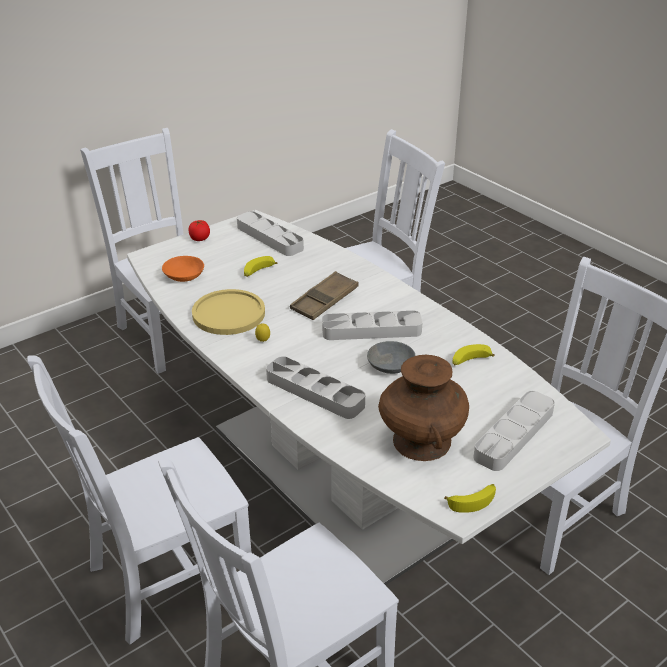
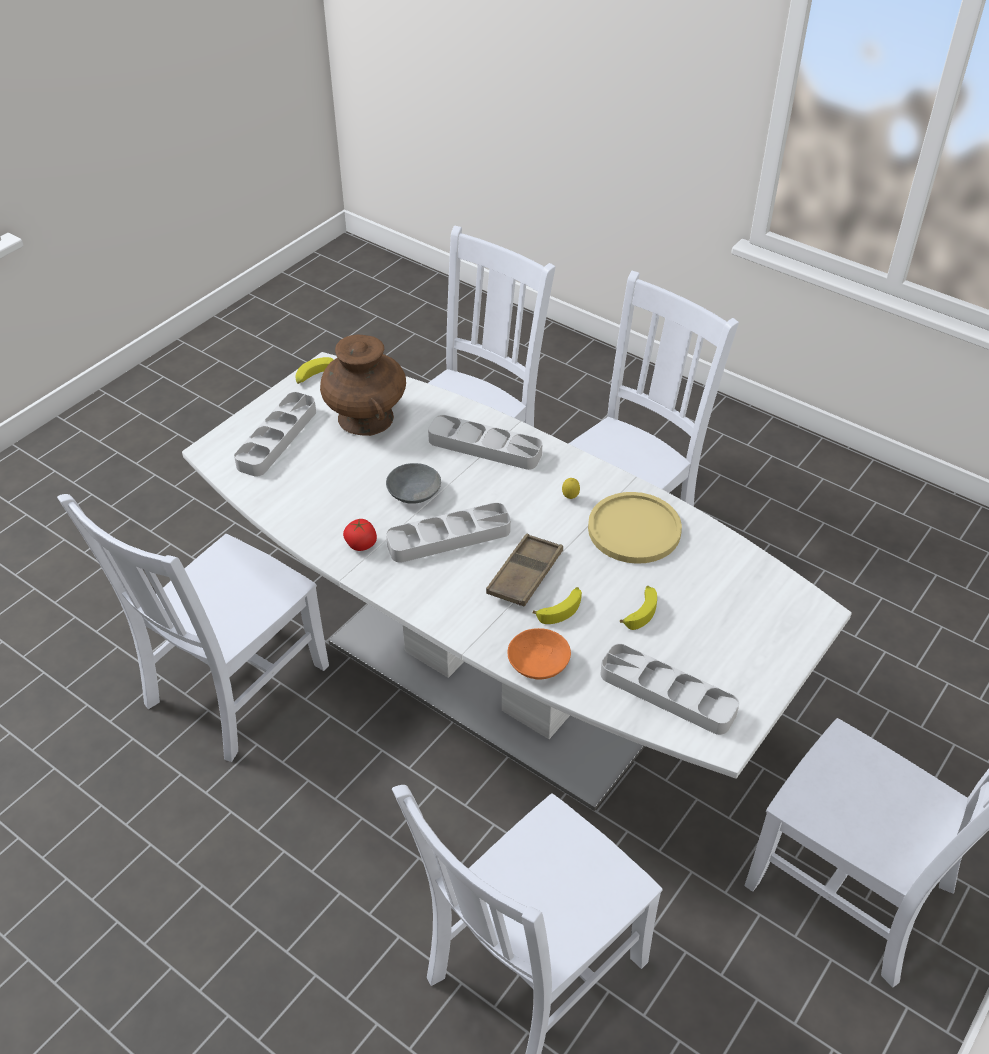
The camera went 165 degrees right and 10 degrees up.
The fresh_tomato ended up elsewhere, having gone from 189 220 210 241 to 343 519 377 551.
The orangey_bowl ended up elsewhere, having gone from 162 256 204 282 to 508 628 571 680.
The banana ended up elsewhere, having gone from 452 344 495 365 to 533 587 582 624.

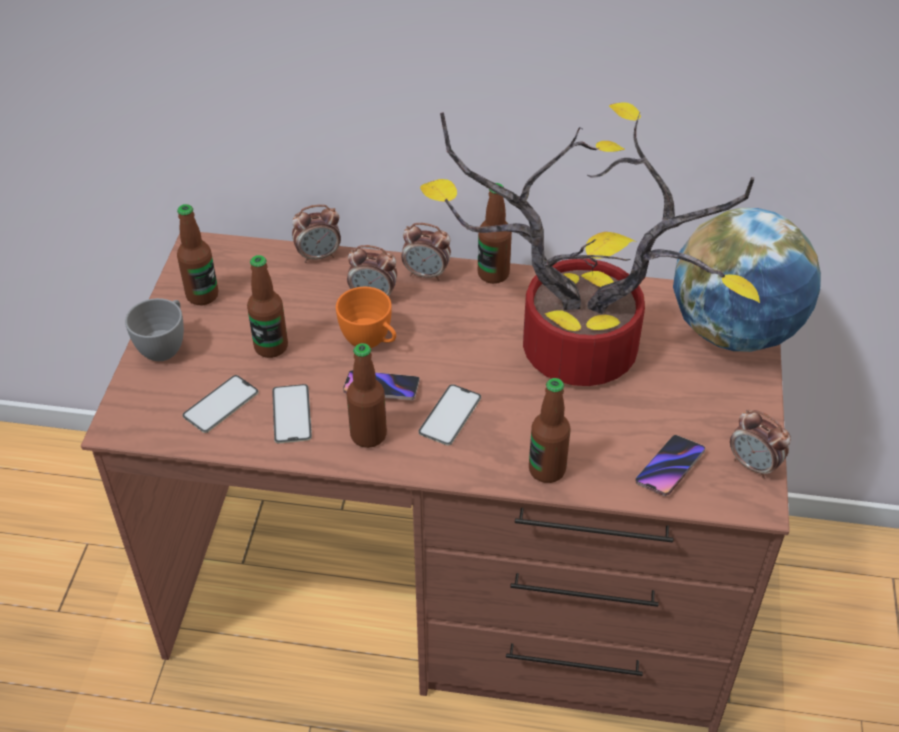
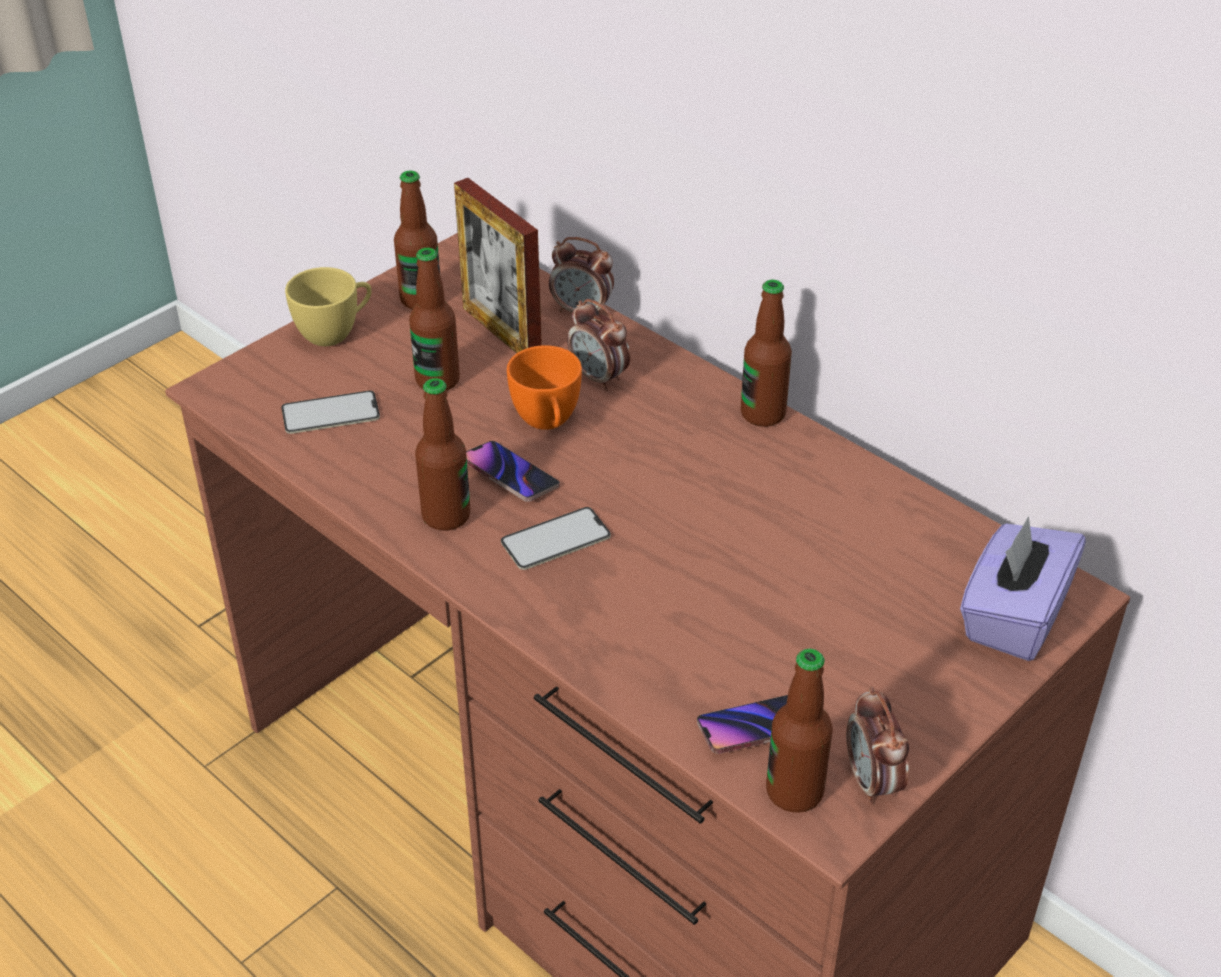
The camera went 35 degrees right and 5 degrees down.
What was the gray_cup at 125 298 184 361 turned into the yellow-coloured_cup at 285 267 372 346.
The second view gained the picture_frame at 454 178 542 353.
The beverage_bottle ended up elsewhere, having gone from 529 378 571 483 to 766 649 833 813.
Where the globe stood at 673 208 821 352, the purplish_tissue_holder came to stand at 960 516 1086 661.
The second view lost the telephone at 272 384 312 443.
The second view lost the alarm_clock at 401 223 451 281.
The second view lost the houseplant at 420 102 760 386.

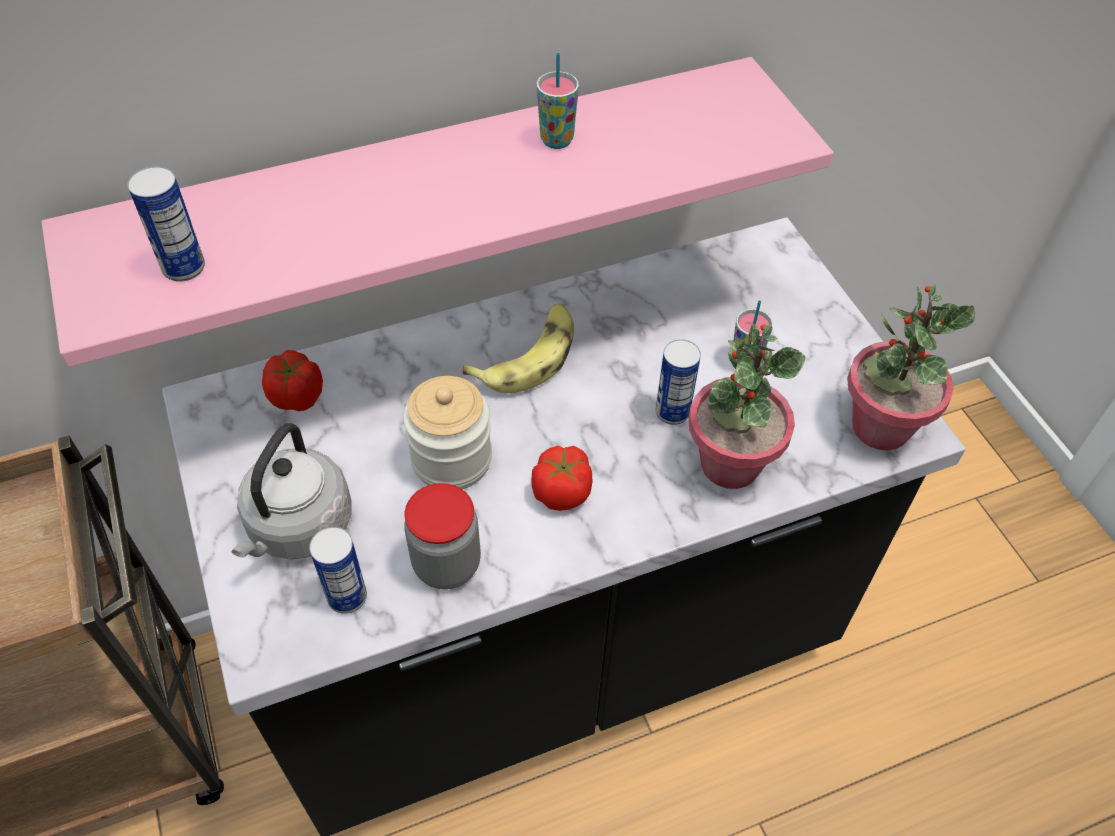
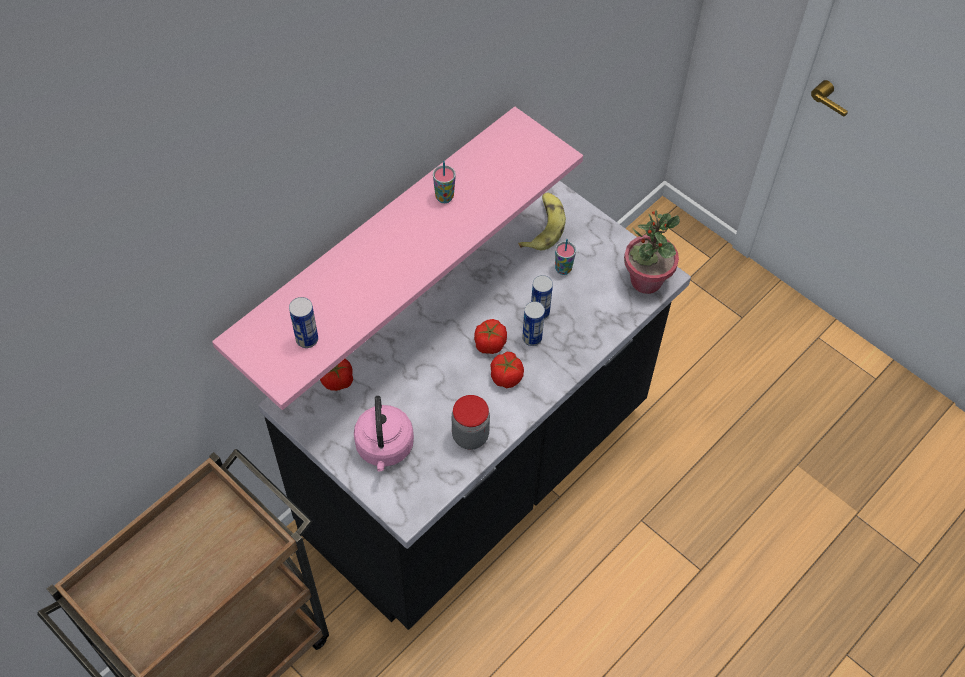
The camera went 25 degrees left and 5 degrees up.
What was the gray_kettle at 232 423 352 559 turned into the pinkish_kettle at 354 396 414 471.
The second view gained the fresh_tomato at 474 319 507 354.
The banana ended up elsewhere, having gone from 463 304 574 393 to 518 193 566 250.
The sealed_can ended up elsewhere, having gone from 309 527 367 614 to 522 301 545 346.
The second view lost the jar at 403 376 492 489.
The second view lost the houseplant at 689 323 805 489.

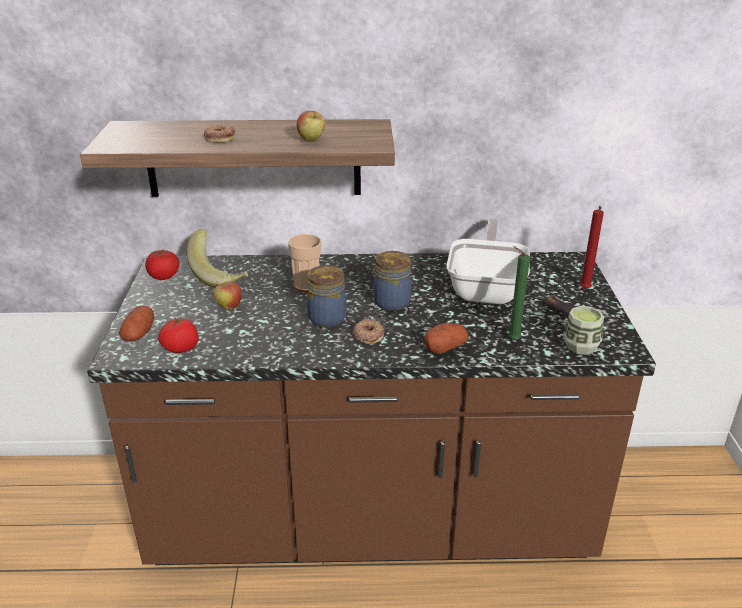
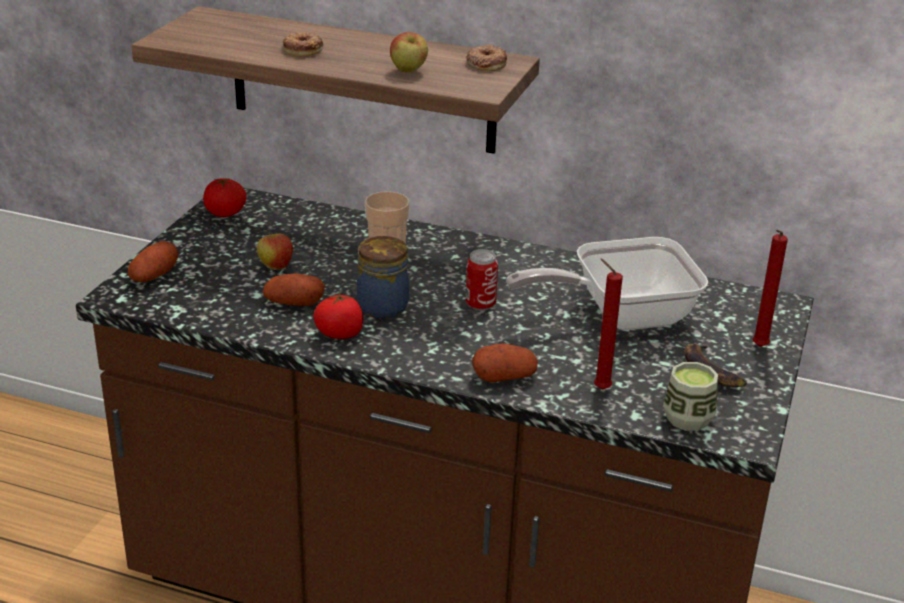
The camera went 20 degrees right and 0 degrees up.
The second view gained the whole_potato at 263 273 325 306.
The fresh_tomato ended up elsewhere, having gone from 158 317 199 353 to 313 292 363 339.
The ring_doughnut ended up elsewhere, having gone from 353 319 384 344 to 466 45 507 71.
Where the jar stood at 373 251 411 311, the sealed_can came to stand at 466 249 498 311.
The frying_pan at 446 218 530 304 ended up facing another way, 135 degrees counterclockwise from before.
What was the green_wax_candle at 508 246 530 340 turned into the reddish_wax_candle at 594 259 623 390.
The second view lost the banana at 187 229 248 288.

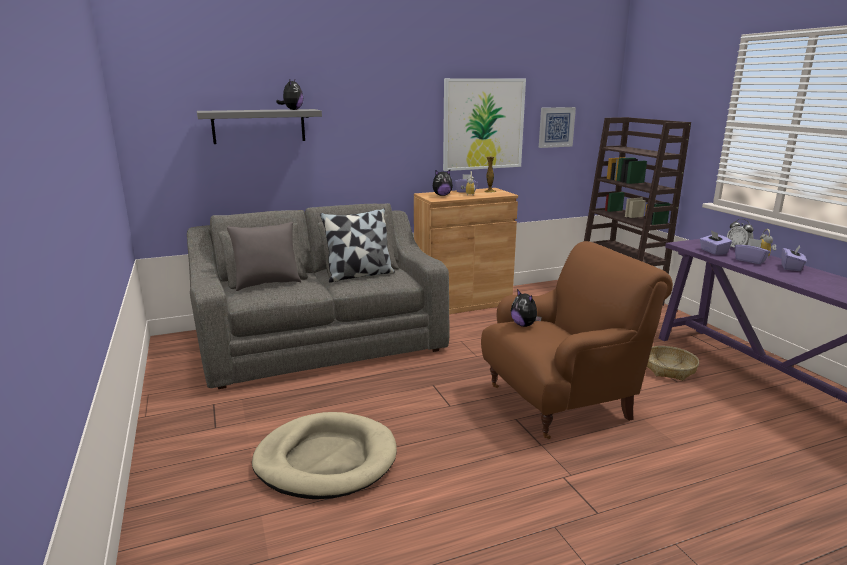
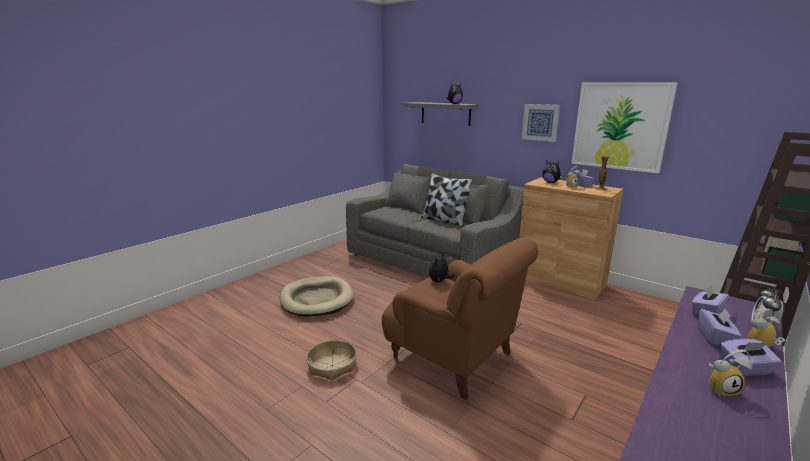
The camera went 60 degrees right and 0 degrees up.
The basket ended up elsewhere, having gone from 647 346 699 381 to 306 340 357 381.
The wall_picture ended up elsewhere, having gone from 539 107 576 148 to 522 104 560 142.
The second view gained the alarm_clock at 708 349 752 396.
The second view lost the gray_throw_pillow at 226 222 301 291.

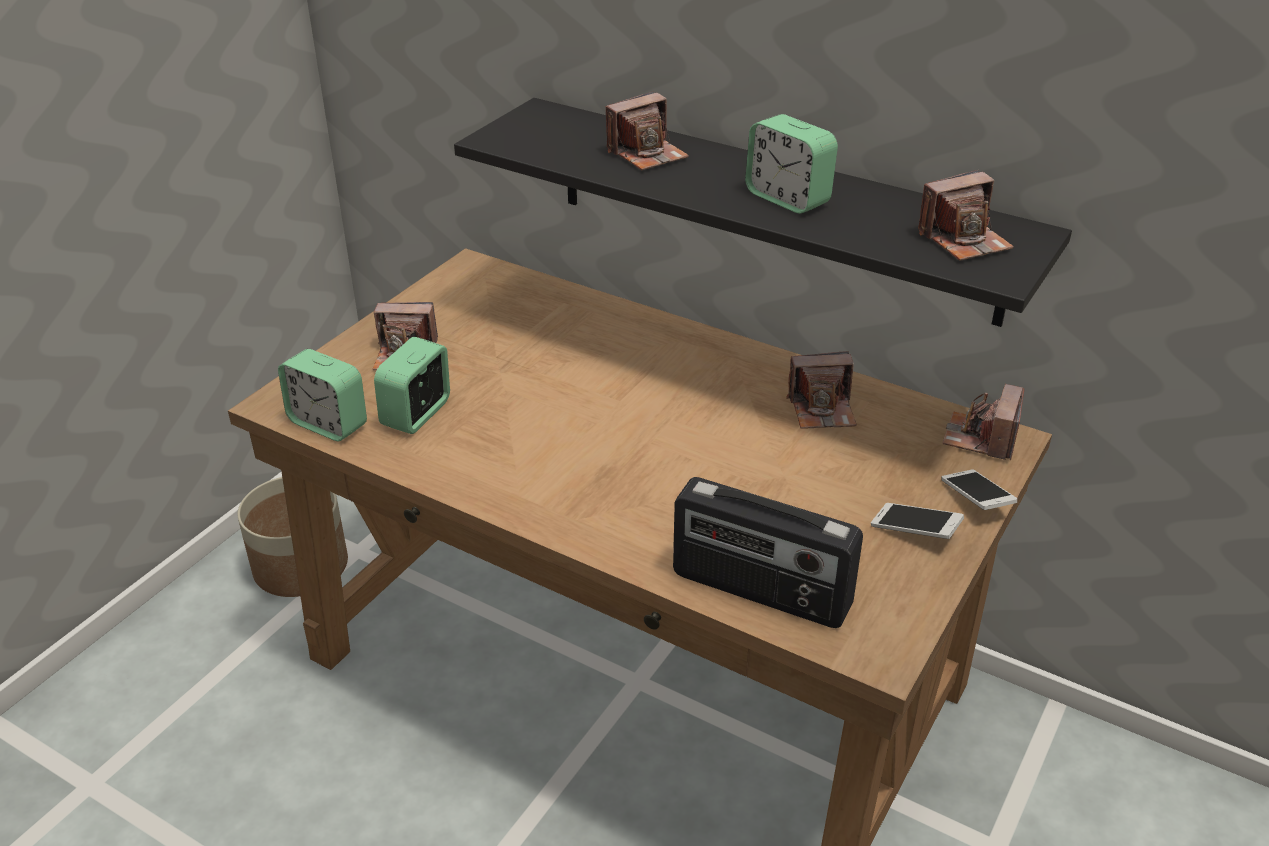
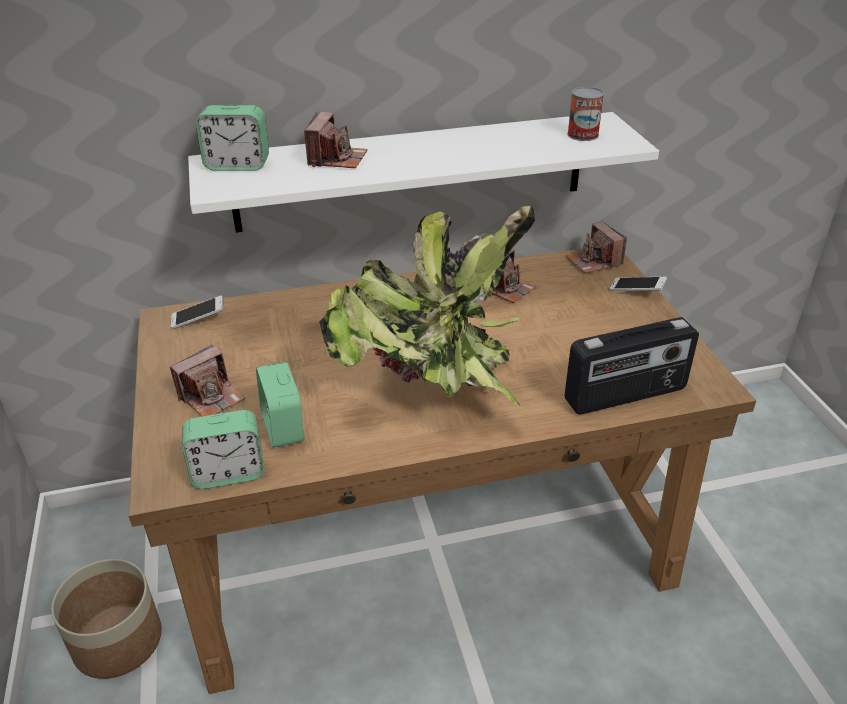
The camera went 45 degrees left and 0 degrees up.
The telephone ended up elsewhere, having gone from 871 503 964 539 to 171 295 223 329.
What was the black_shelf at 454 98 1072 327 turned into the white-coloured_shelf at 188 112 659 233.
The alarm_clock ended up elsewhere, having gone from 745 114 838 214 to 196 105 269 171.
The second view gained the houseplant at 319 206 535 407.
Where the still_camera stood at 918 170 1014 261, the sealed_can came to stand at 567 87 604 141.

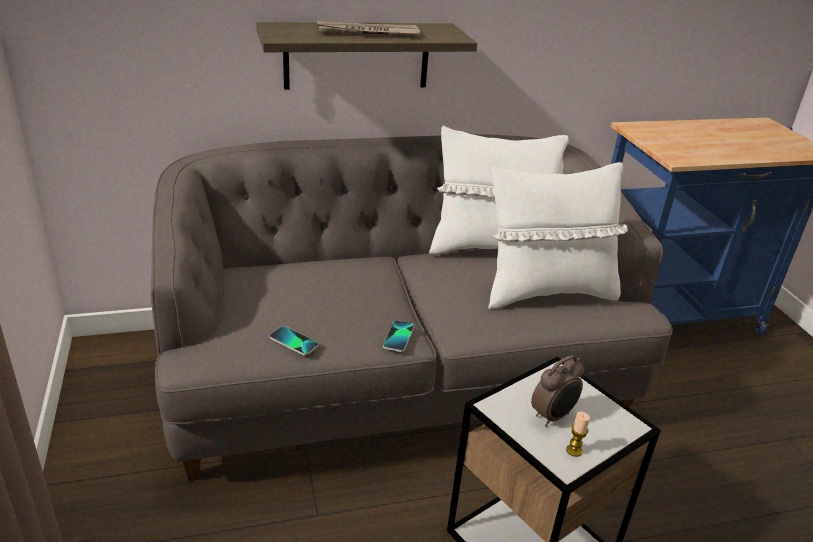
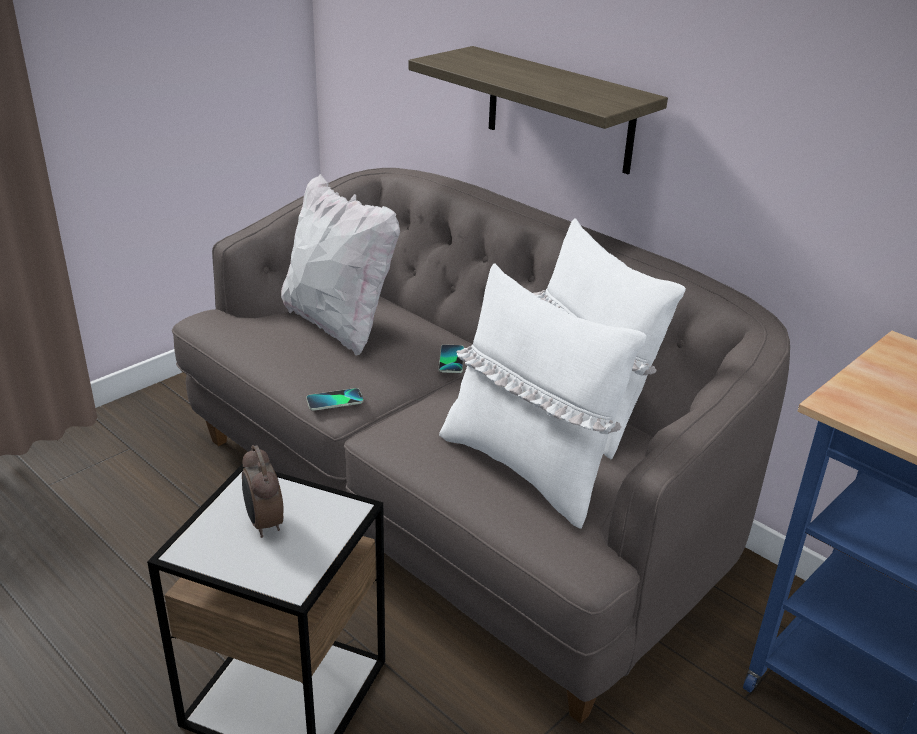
The camera went 60 degrees right and 0 degrees up.
The alarm_clock at 531 355 584 426 ended up facing another way, 45 degrees clockwise from before.
The second view gained the white-coloured_throw_pillow at 281 174 400 356.
The telephone ended up elsewhere, having gone from 270 326 319 355 to 439 344 464 373.
The second view lost the printed_paper at 317 21 420 36.
The second view lost the wax_candle at 566 412 590 457.

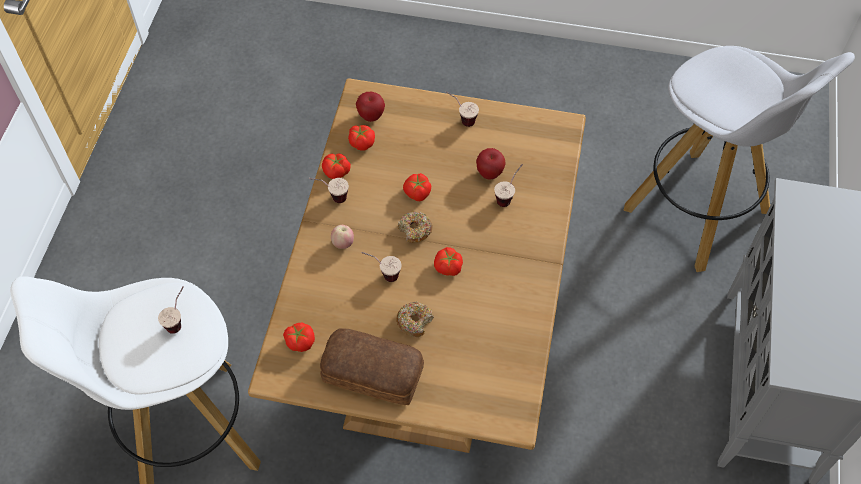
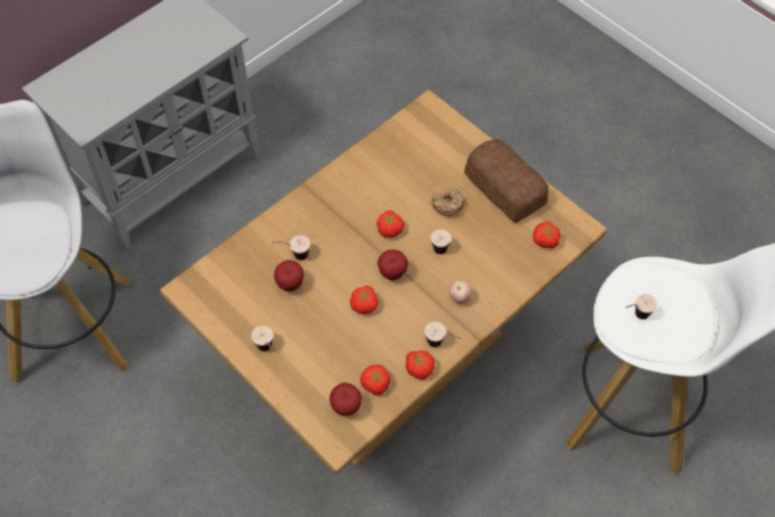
The camera went 145 degrees left and 0 degrees up.
Where the ring_doughnut stood at 398 211 432 243, the apple_fruit came to stand at 377 249 408 281.

